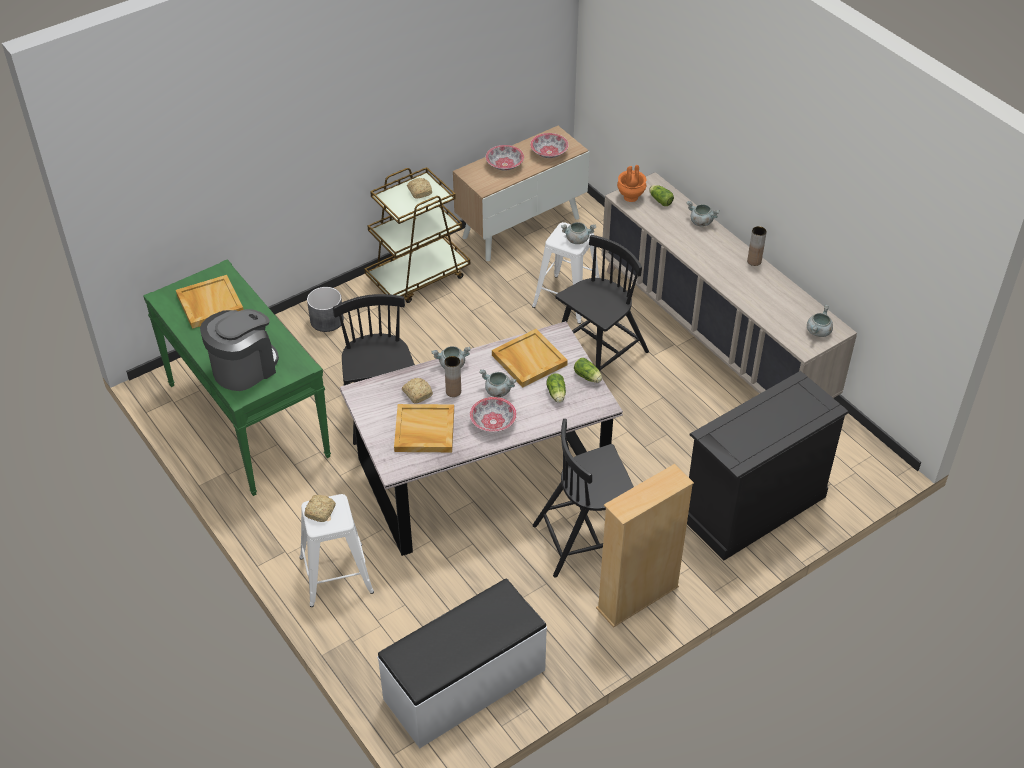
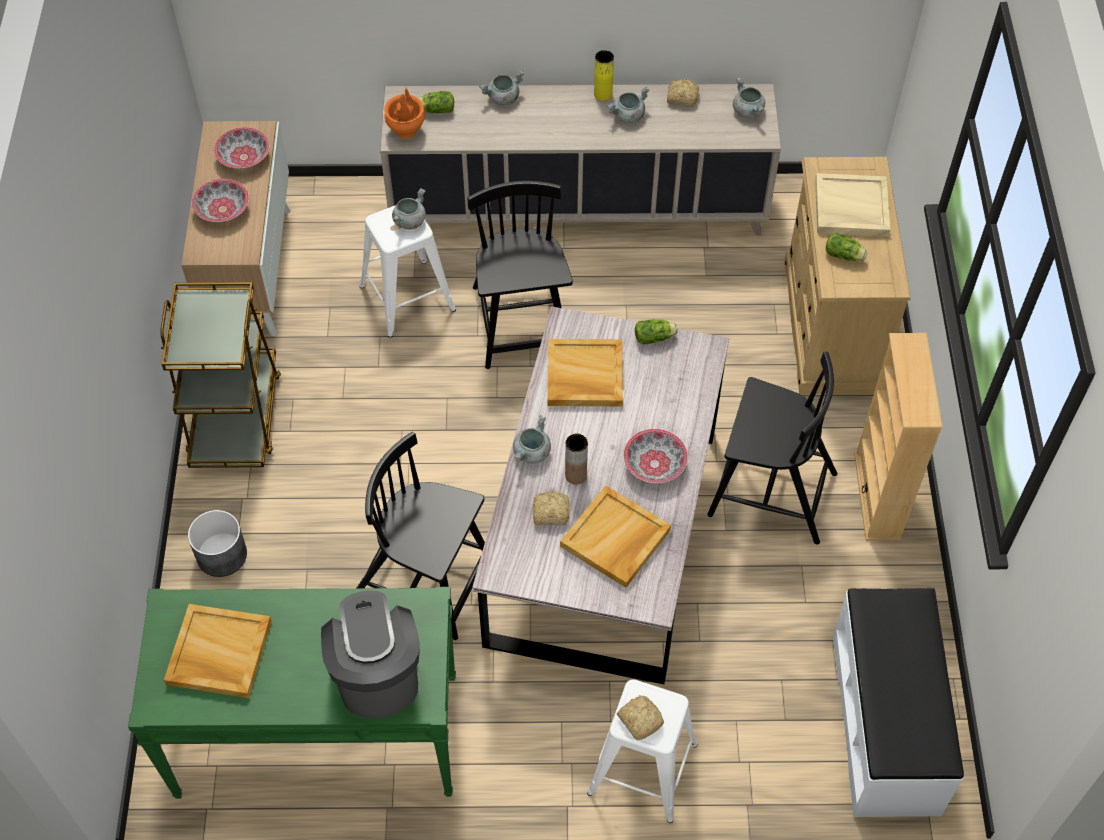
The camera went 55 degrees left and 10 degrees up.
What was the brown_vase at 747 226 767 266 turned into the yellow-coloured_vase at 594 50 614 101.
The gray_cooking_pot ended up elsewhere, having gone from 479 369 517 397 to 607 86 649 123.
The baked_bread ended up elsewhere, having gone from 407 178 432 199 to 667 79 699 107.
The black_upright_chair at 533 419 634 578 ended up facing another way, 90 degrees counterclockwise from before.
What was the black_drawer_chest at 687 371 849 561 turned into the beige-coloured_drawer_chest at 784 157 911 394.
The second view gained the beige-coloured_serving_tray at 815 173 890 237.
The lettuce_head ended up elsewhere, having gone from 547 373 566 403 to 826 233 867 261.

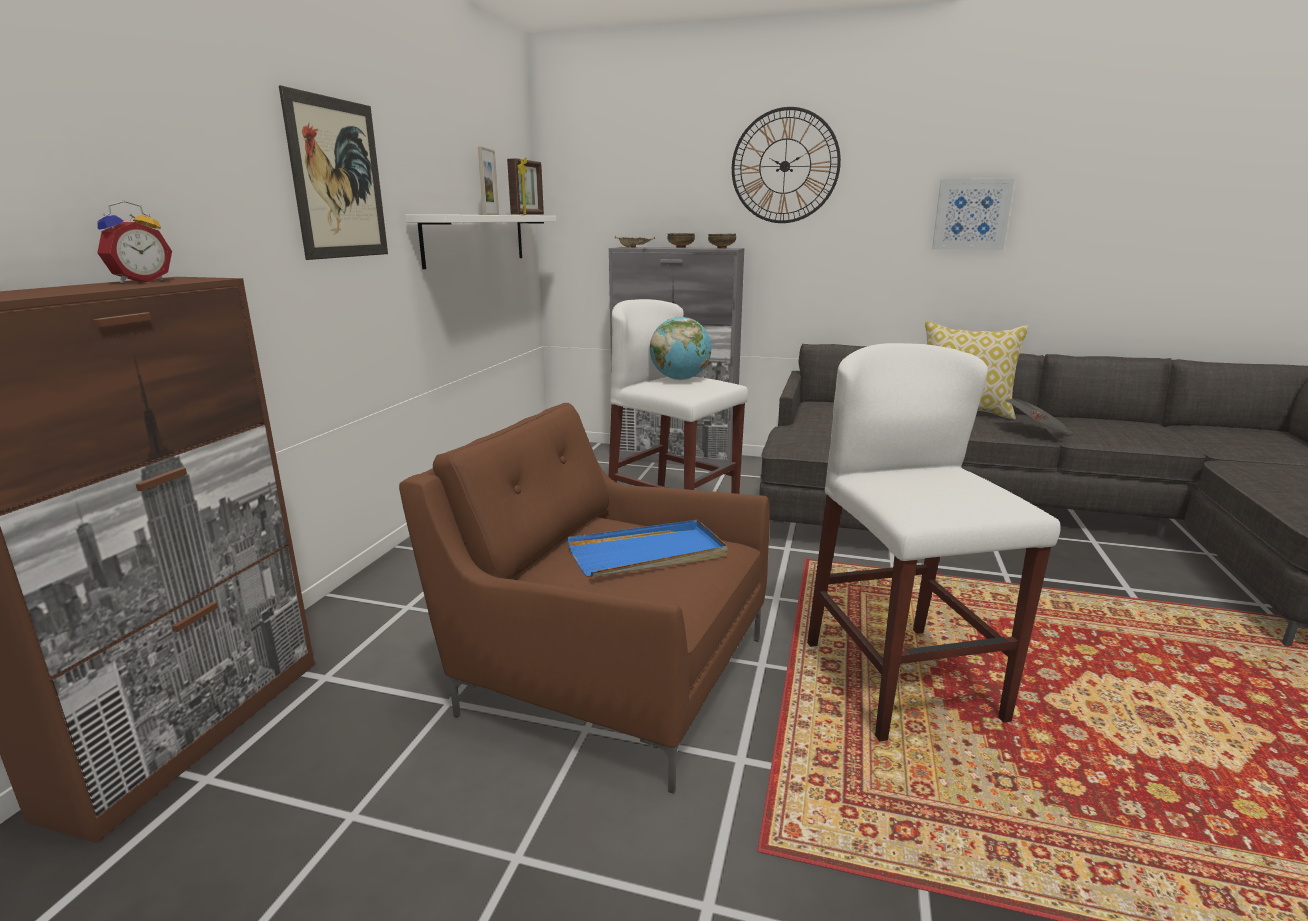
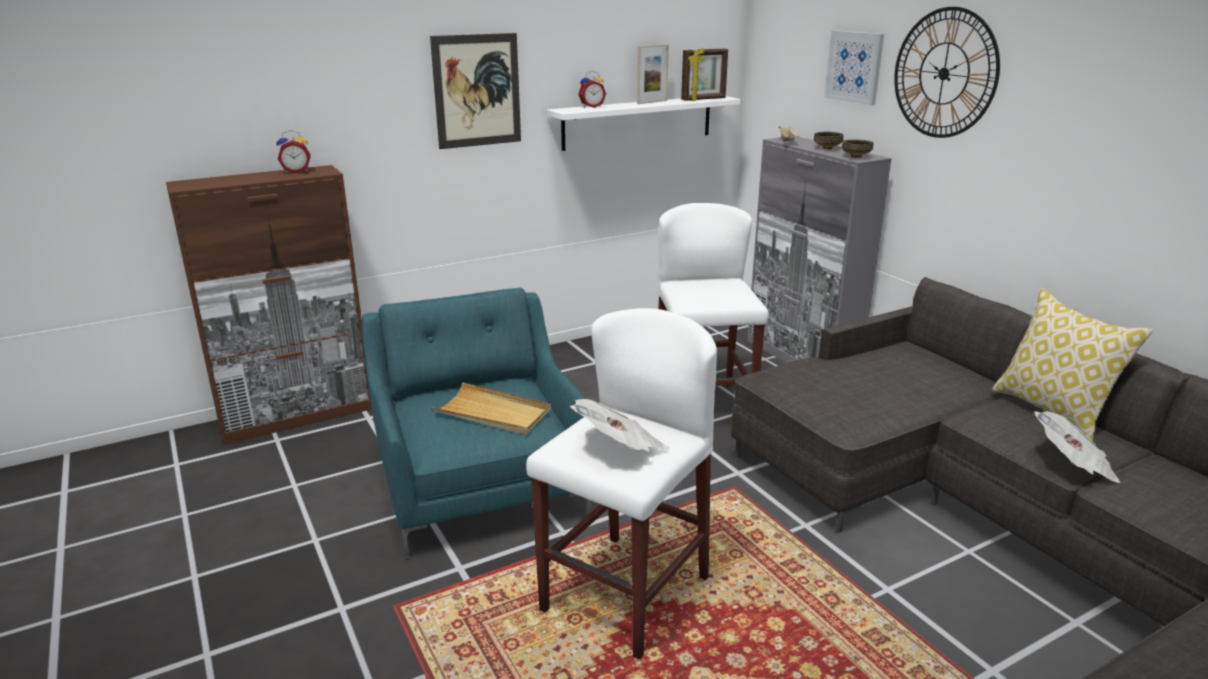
The camera went 45 degrees right and 5 degrees up.
What was the brown_lounge_chair at 399 403 770 794 turned into the turquoise-coloured_lounge_chair at 362 288 591 560.
What was the bluish_serving_tray at 567 520 728 577 turned into the beige-coloured_serving_tray at 431 382 551 435.
The second view gained the printed_paper at 570 399 669 452.
The second view gained the alarm_clock at 578 71 606 108.
The wall_picture ended up elsewhere, having gone from 932 179 1015 250 to 824 30 884 106.
The second view lost the globe at 650 317 711 380.

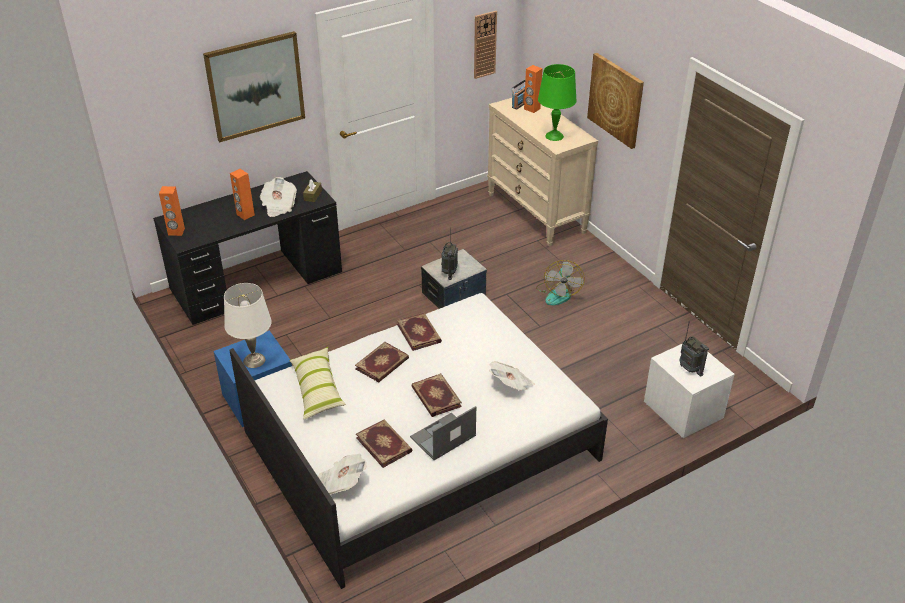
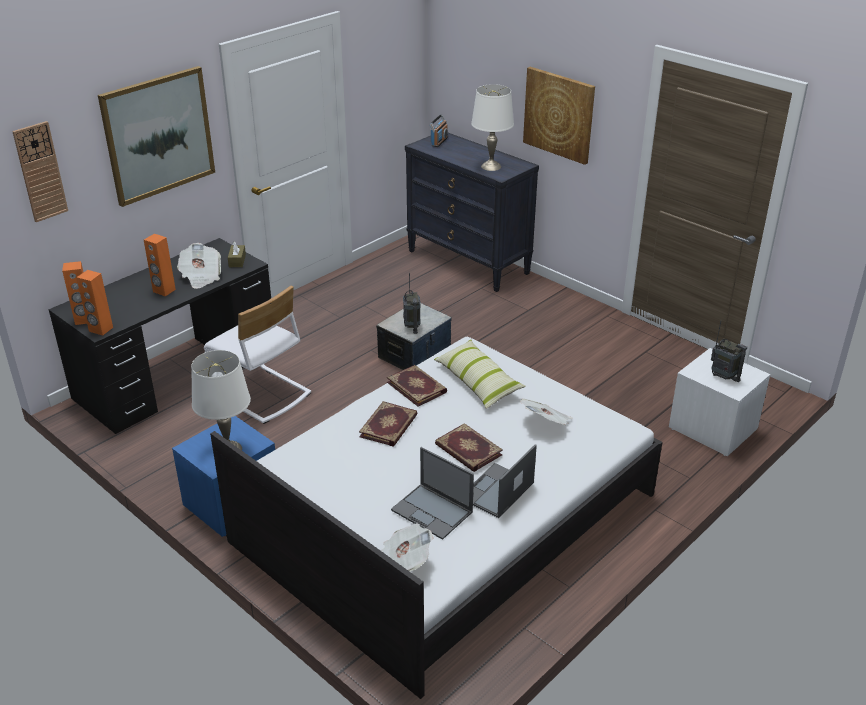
The camera went 15 degrees left and 5 degrees down.
The hanging_clock ended up elsewhere, having gone from 474 11 497 79 to 12 121 68 222.
The orangey_audio_speaker ended up elsewhere, having gone from 524 65 543 113 to 76 270 113 335.
The second view gained the white-coloured_upright_chair at 204 286 311 424.
Where the book stood at 356 420 412 468, the laptop came to stand at 391 447 474 540.
What was the beige-coloured_drawer_chest at 487 98 598 247 turned into the black_drawer_chest at 405 133 539 292.
The throw_pillow ended up elsewhere, having gone from 289 347 346 419 to 434 339 526 409.
What was the green_tabletop_lamp at 538 64 577 141 turned into the white-coloured_tabletop_lamp at 471 84 514 171.
The second view lost the fan at 536 260 585 306.

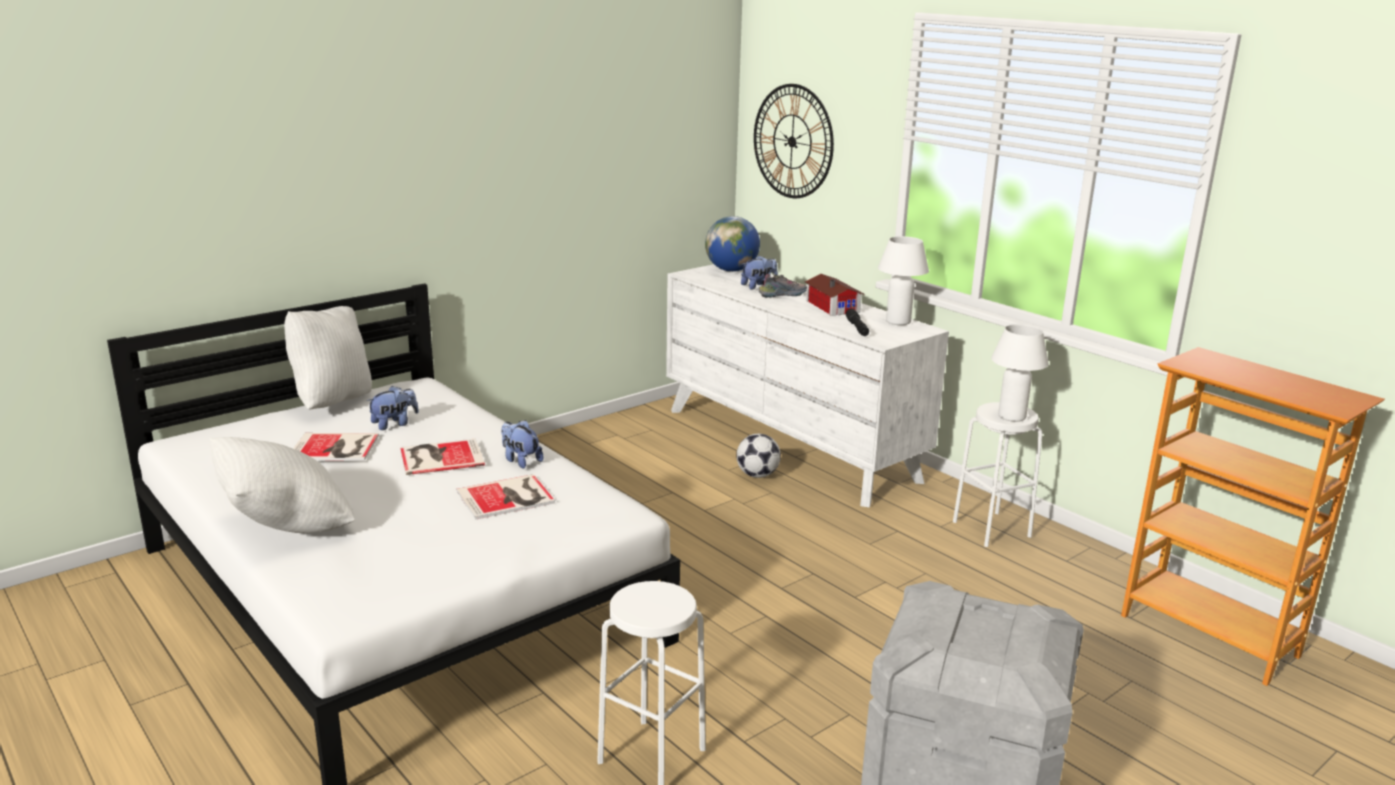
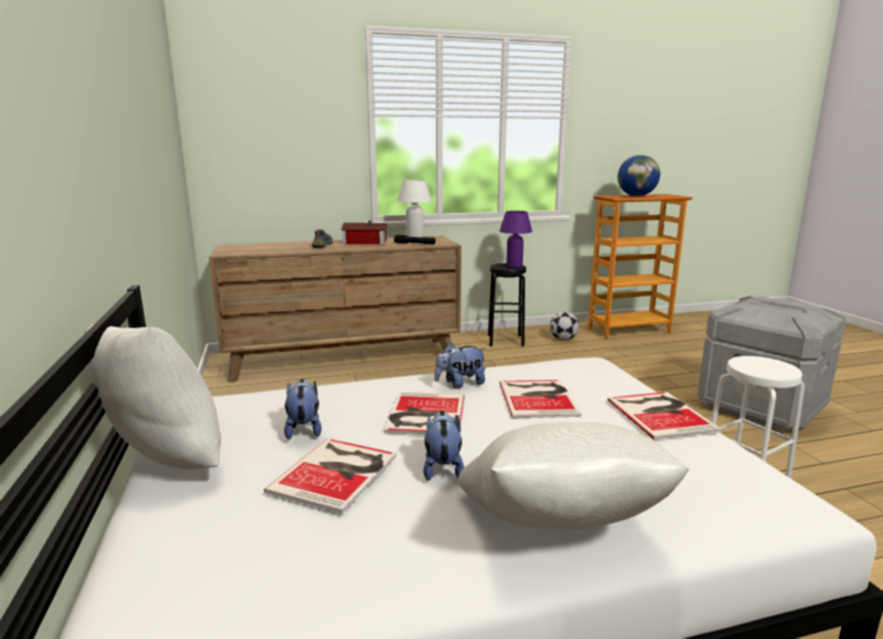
The camera went 65 degrees left and 5 degrees down.
What was the white-coloured_drawer_chest at 666 264 949 508 turned into the brown_drawer_chest at 209 236 461 383.
The cuddly_toy ended up elsewhere, having gone from 741 255 778 290 to 423 411 464 481.
What was the white-coloured_sitting_stool at 953 402 1042 547 turned into the black_sitting_stool at 488 263 526 346.
What was the white-coloured_tabletop_lamp at 991 324 1049 422 turned into the purplish_tabletop_lamp at 500 211 532 268.
The ball_for_football ended up elsewhere, having gone from 736 434 781 478 to 550 312 579 340.
The second view gained the book at 607 392 721 440.
The globe ended up elsewhere, having gone from 705 216 760 272 to 618 155 660 196.
The second view lost the hanging_clock at 754 84 834 198.

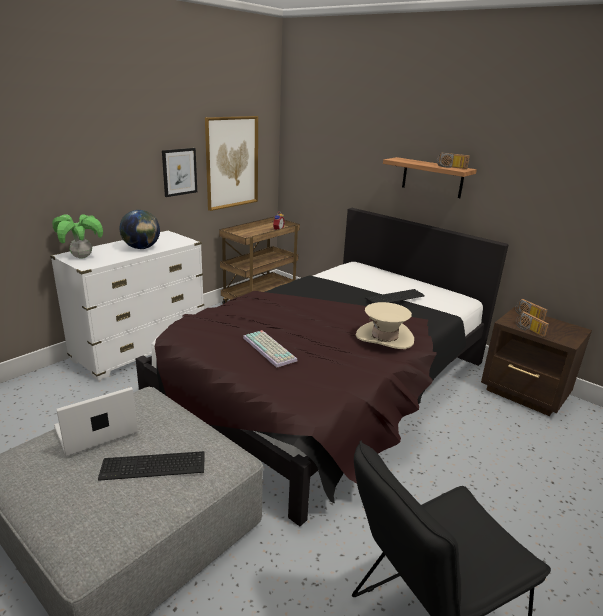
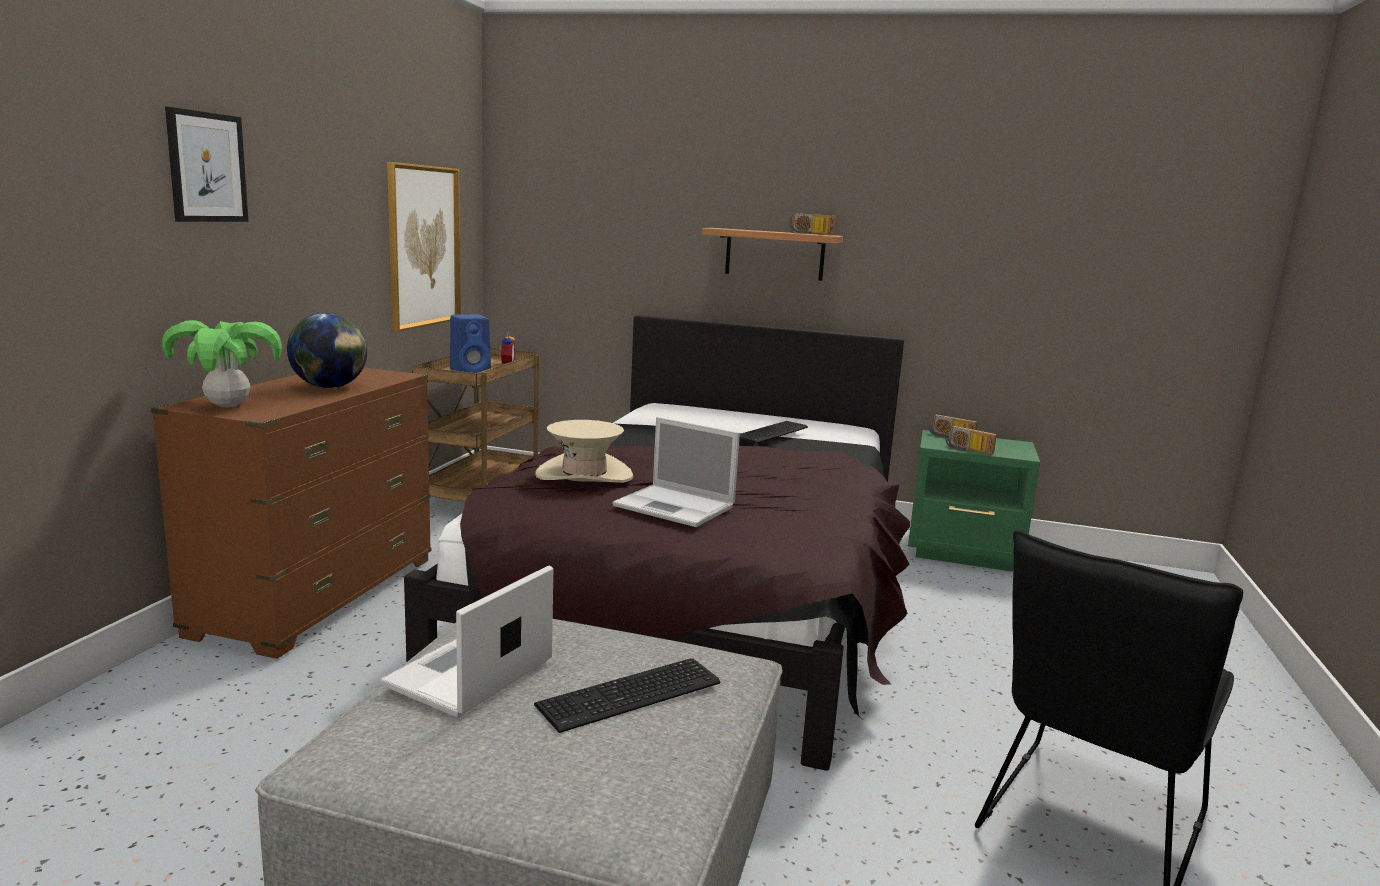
The camera went 25 degrees left and 10 degrees down.
What was the white-coloured_drawer_chest at 50 230 204 381 turned into the brown_drawer_chest at 151 368 432 659.
The wall_picture ended up elsewhere, having gone from 162 148 197 197 to 165 107 248 222.
The second view gained the bluish_audio_speaker at 450 314 491 373.
The beige-coloured_wearable_hat ended up elsewhere, having gone from 356 302 414 349 to 535 420 633 483.
Where the computer_keyboard stood at 243 330 298 368, the laptop came to stand at 612 417 740 527.
What was the brown_nightstand at 481 307 592 416 turned into the green_nightstand at 908 430 1040 572.

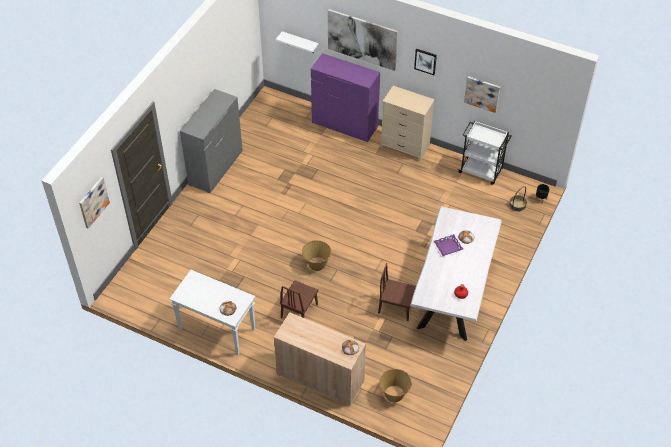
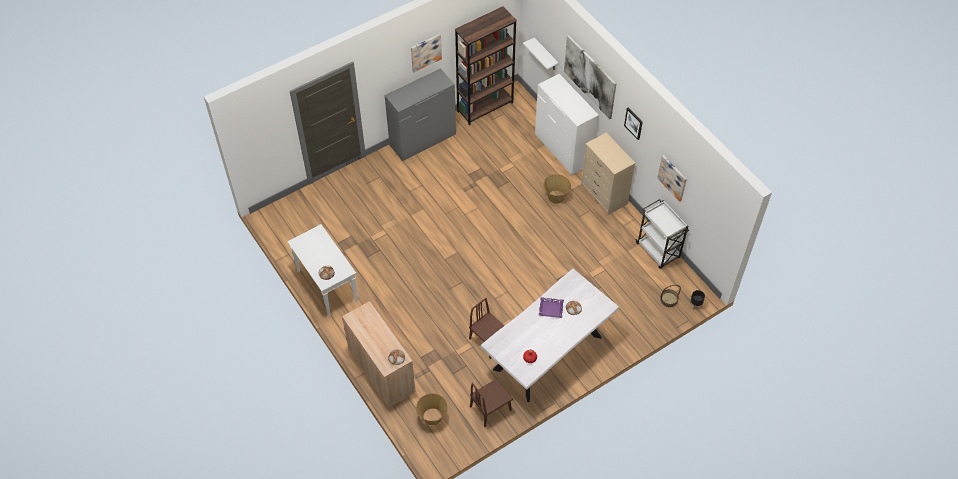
The camera went 30 degrees right and 5 degrees up.
The wall_picture ended up elsewhere, having gone from 79 177 110 228 to 411 34 442 72.
The second view gained the brown_bookcase at 455 6 517 125.
The brown_upright_chair ended up elsewhere, having gone from 280 280 319 318 to 470 378 513 427.
What was the purplish_drawer_chest at 311 53 380 142 turned into the white-coloured_drawer_chest at 535 74 599 175.
The basket ended up elsewhere, having gone from 302 240 331 271 to 543 174 571 204.

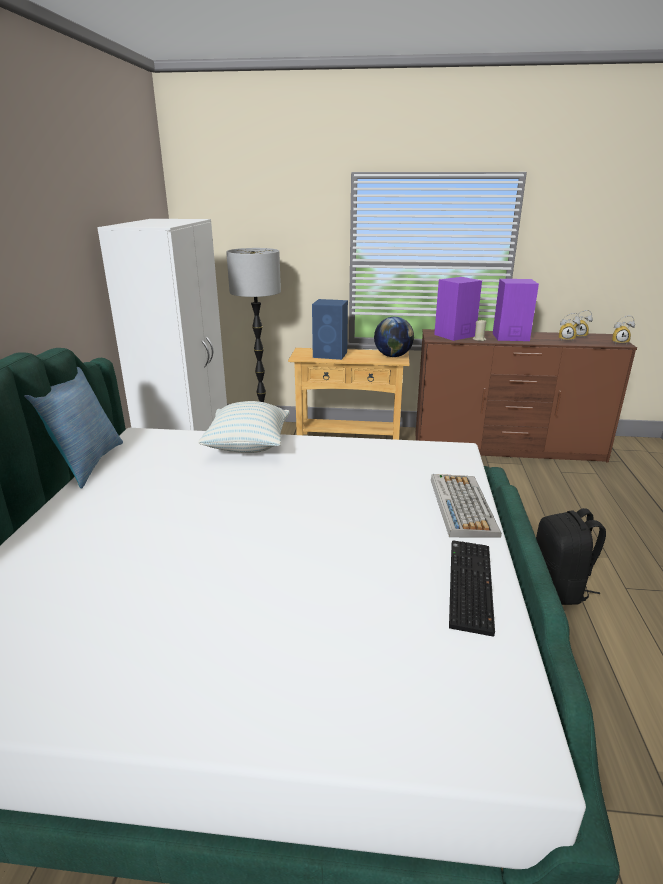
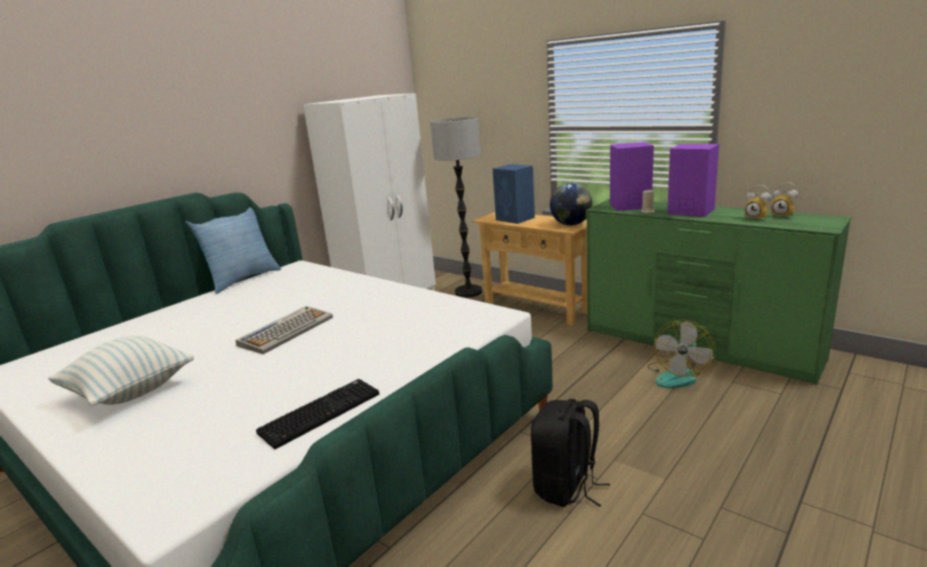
The camera went 35 degrees right and 5 degrees down.
The throw_pillow ended up elsewhere, having gone from 198 401 290 453 to 48 336 194 406.
The computer_keyboard ended up elsewhere, having gone from 431 474 502 537 to 236 306 333 354.
What was the brown_drawer_chest at 415 329 637 462 turned into the green_drawer_chest at 586 199 851 385.
The second view gained the fan at 648 320 716 388.
The second view lost the alarm_clock at 612 315 635 344.

